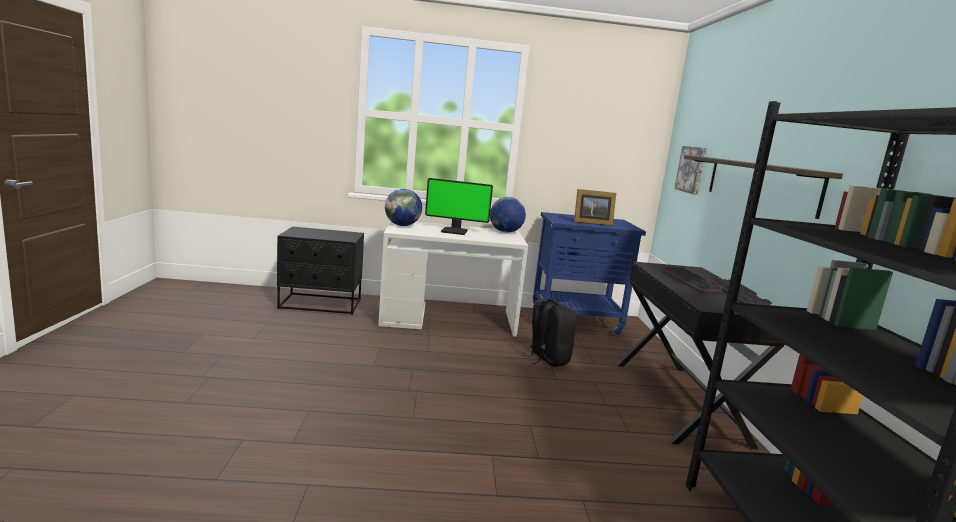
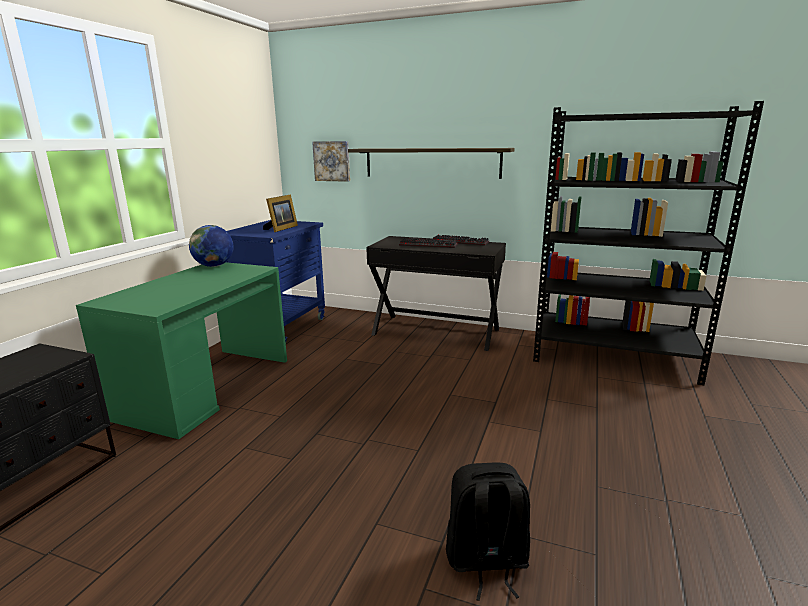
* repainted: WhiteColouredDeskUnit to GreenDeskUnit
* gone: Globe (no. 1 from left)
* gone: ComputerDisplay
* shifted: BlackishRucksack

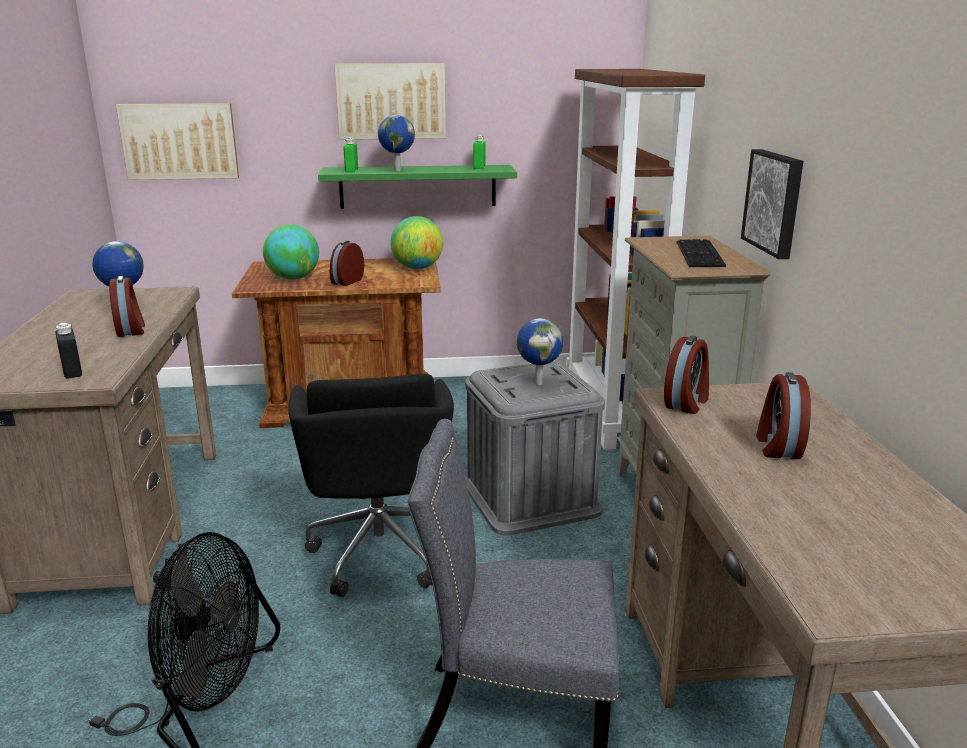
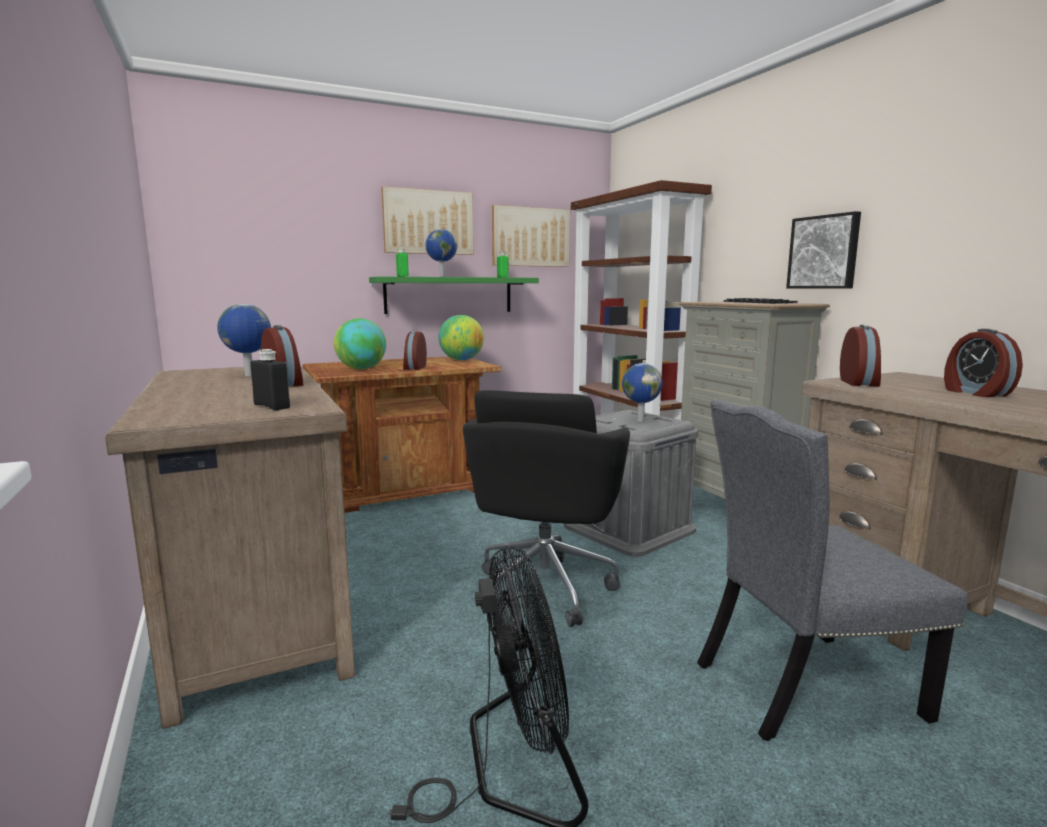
* shifted: WallPicture (no. 1 from left in the first image) to WallPicture (no. 2 from left)
* rotated: BlackishOfficeChair 45 degrees clockwise

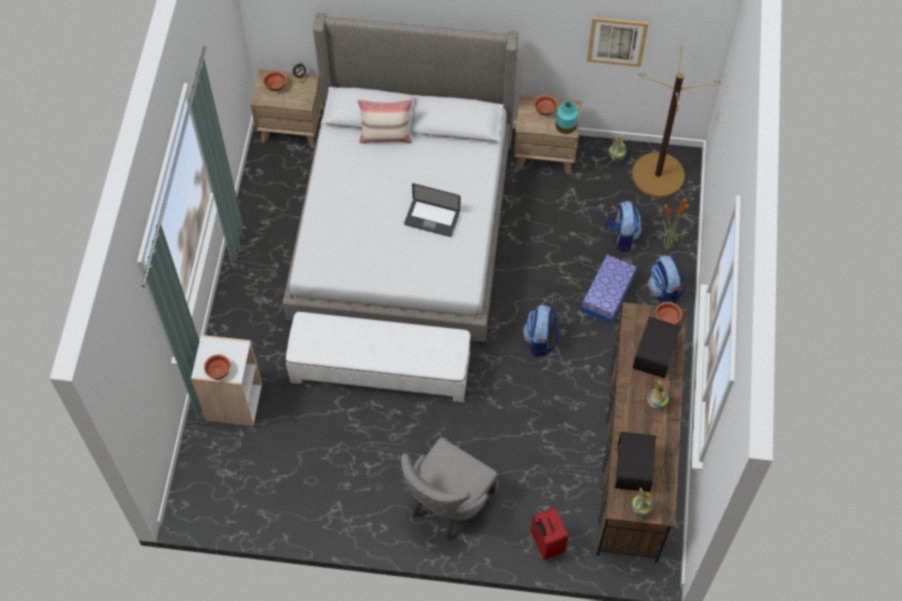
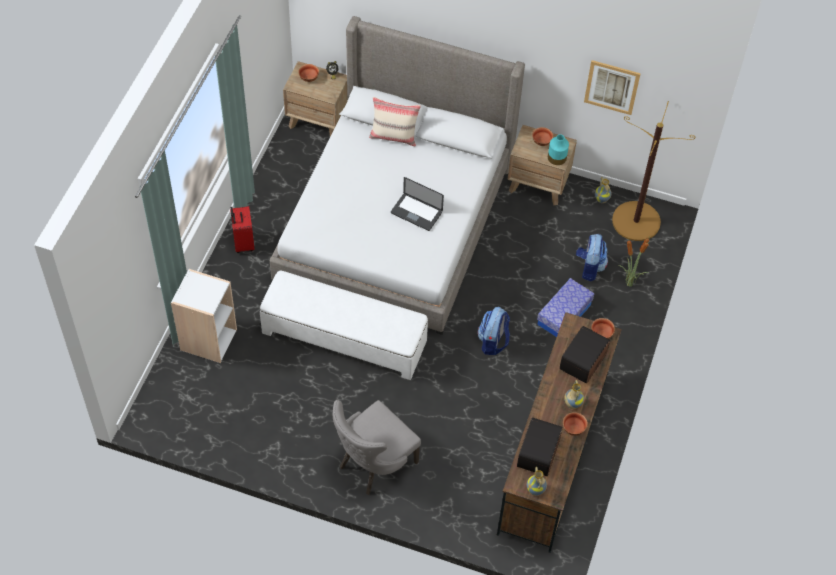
* shifted: ServingBowl (no. 1 from left in the first image) to ServingBowl (no. 3 from left)
* shifted: ReddishTravelCase
* gone: Rucksack (no. 3 from left)

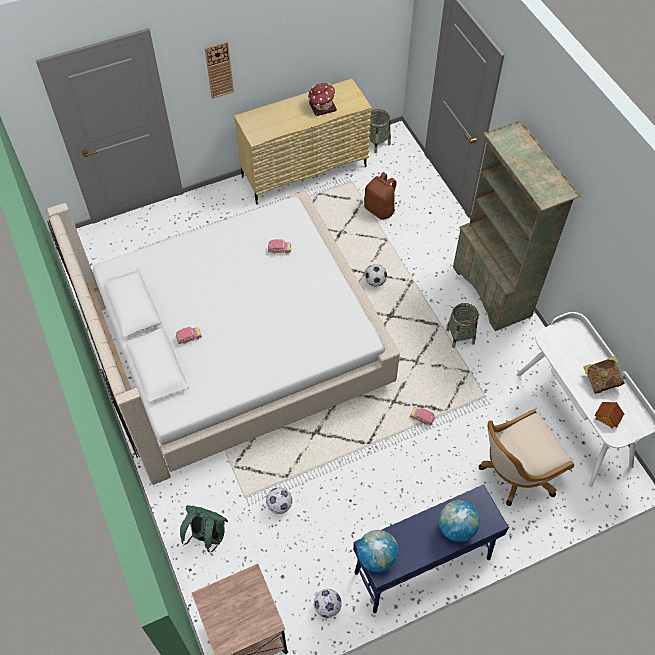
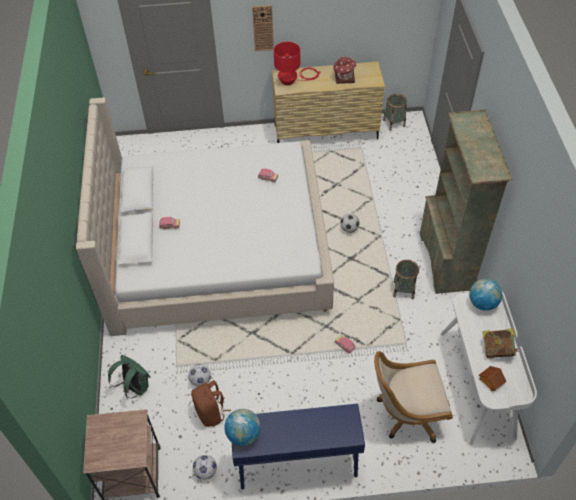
* shifted: BrownishRucksack
* shifted: Globe (no. 2 from left)
* new: ReddishTableLamp

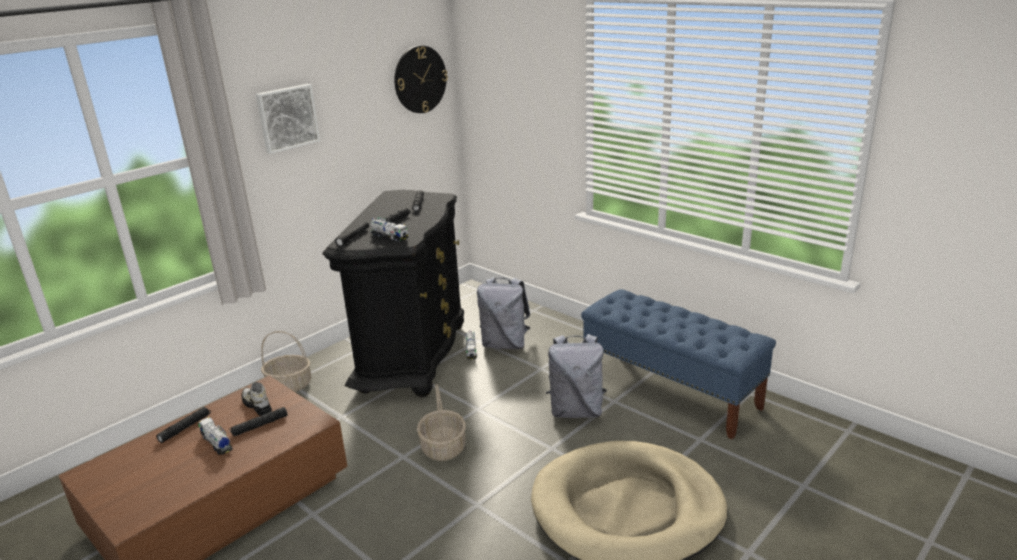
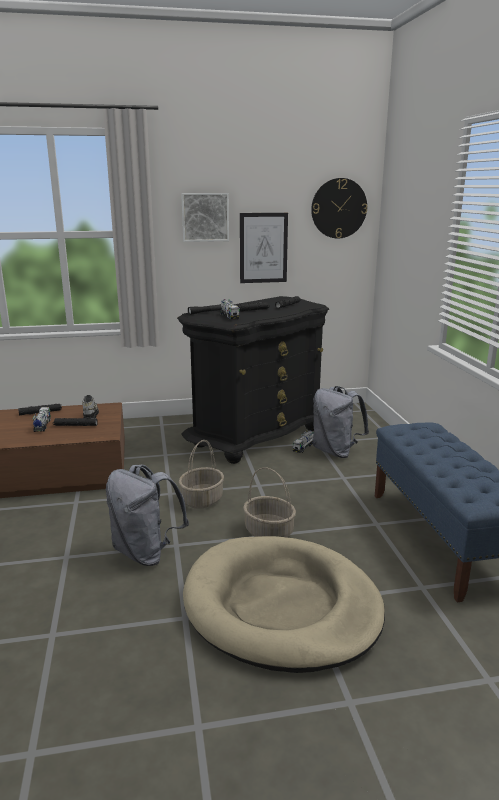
* shifted: Basket (no. 1 from left in the first image) to Basket (no. 2 from left)
* shifted: GreyRucksack (no. 2 from left in the first image) to GreyRucksack (no. 1 from left)
* new: WallPicture (no. 2 from left)

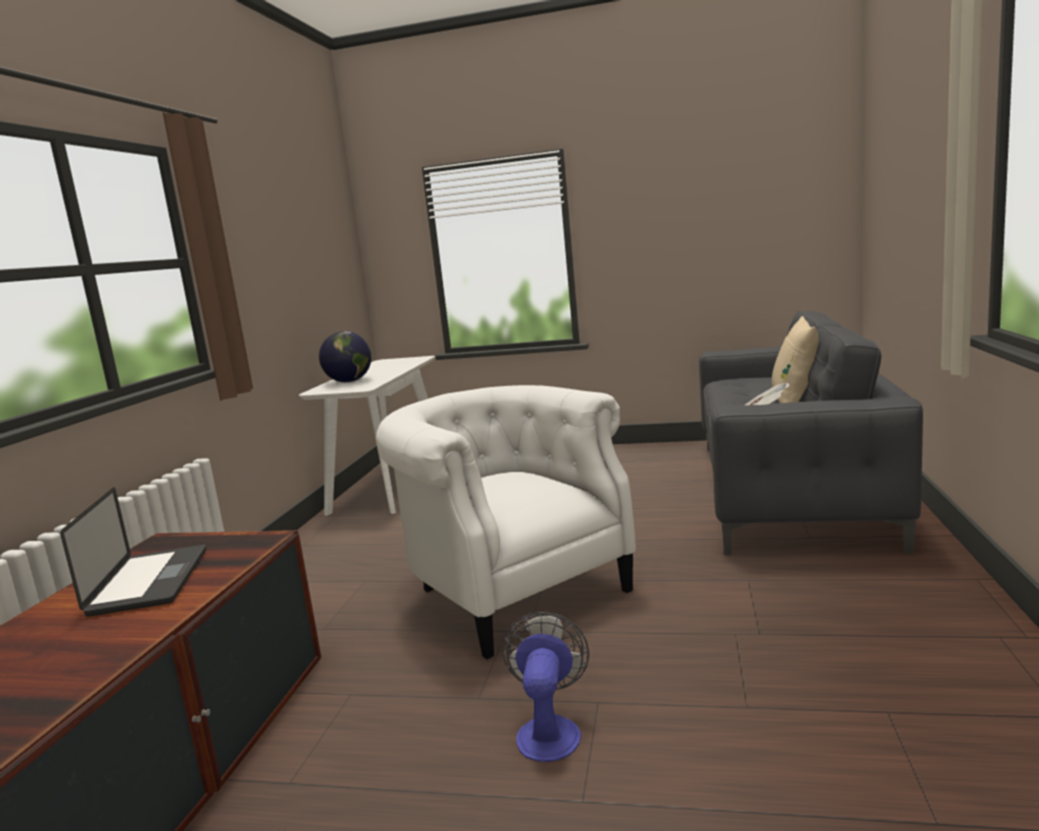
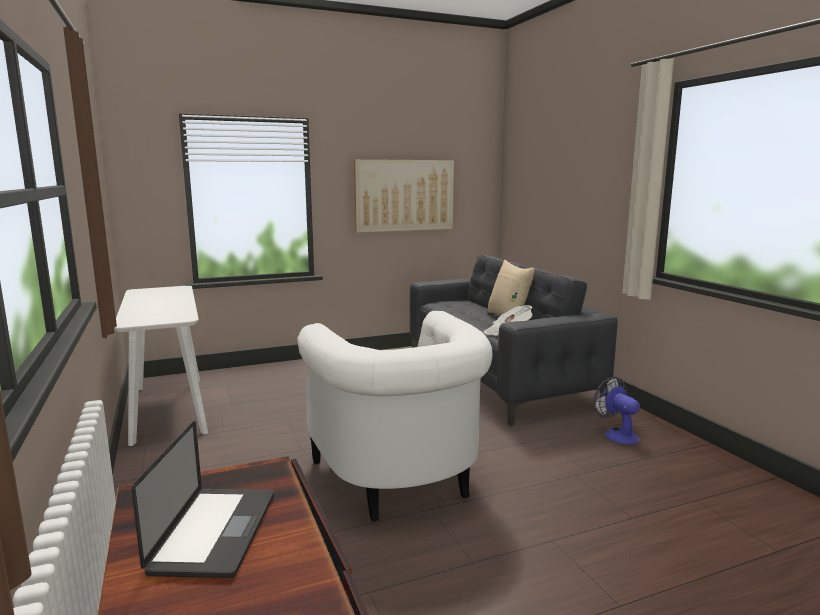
* rotated: Laptop 45 degrees clockwise
* gone: Globe
* rotated: WhiteColouredArmchair 135 degrees counterclockwise
* shifted: CoolingFan
* new: WallPicture

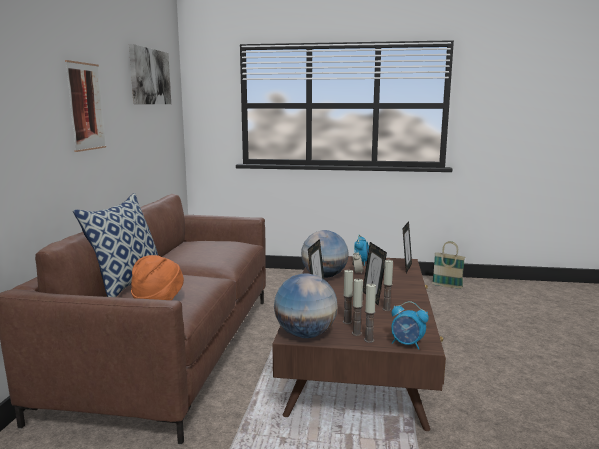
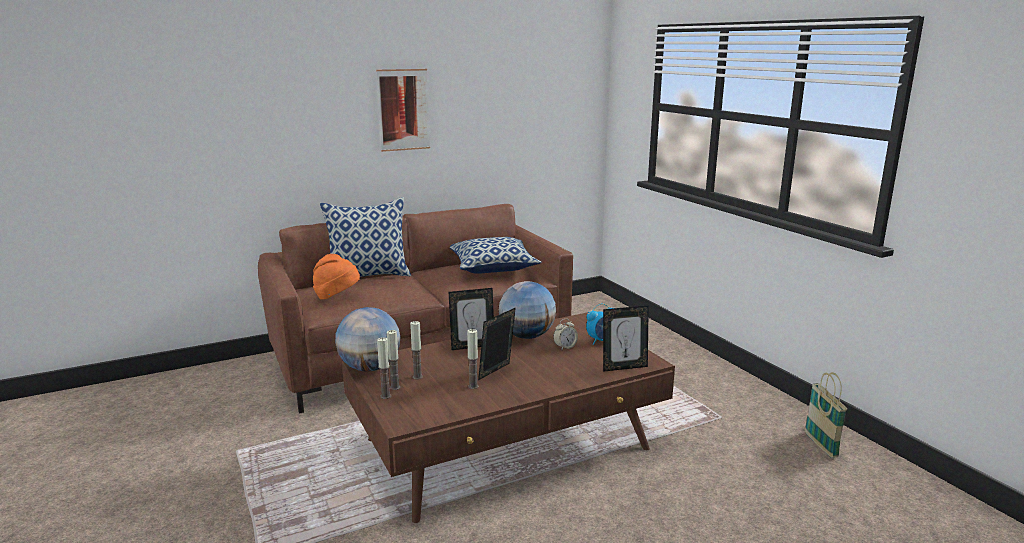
* gone: WallPicture (no. 2 from left)
* gone: TableClock (no. 3 from left)
* new: Cushion (no. 2 from left)

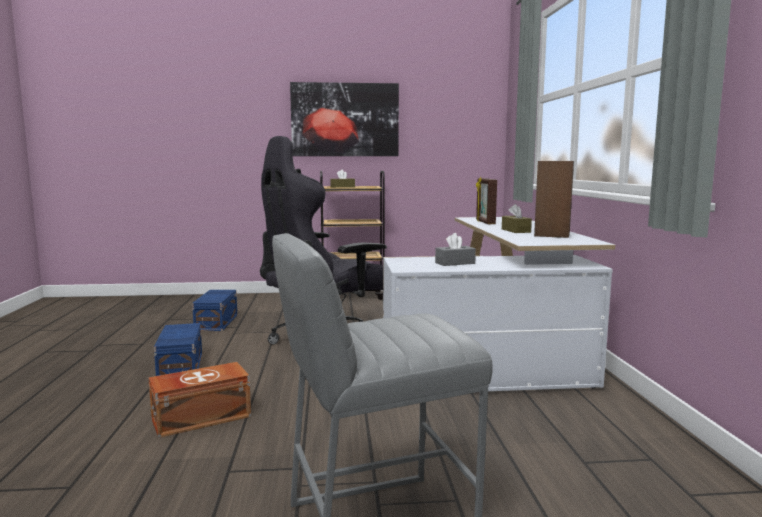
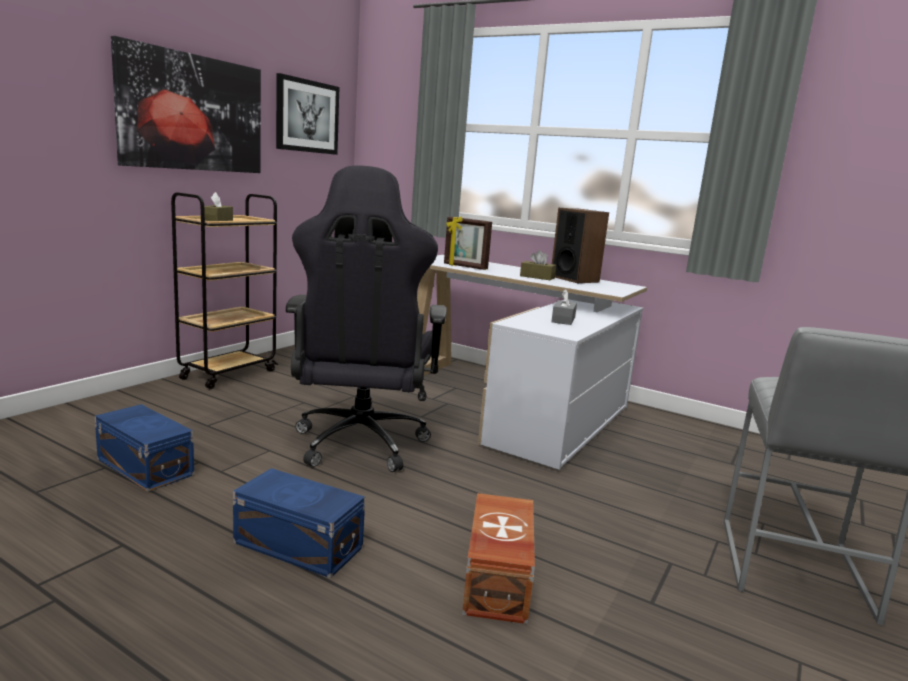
* new: WallPicture (no. 2 from left)

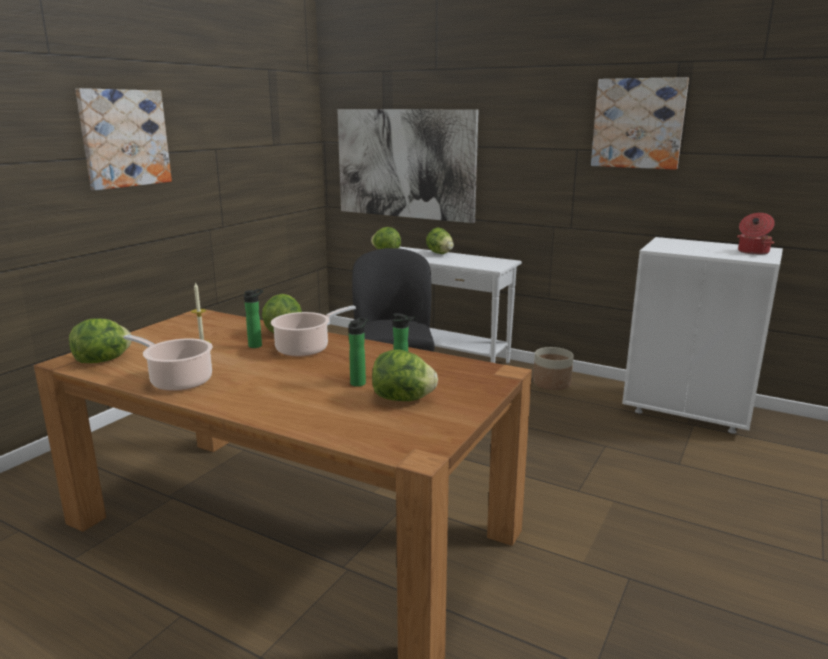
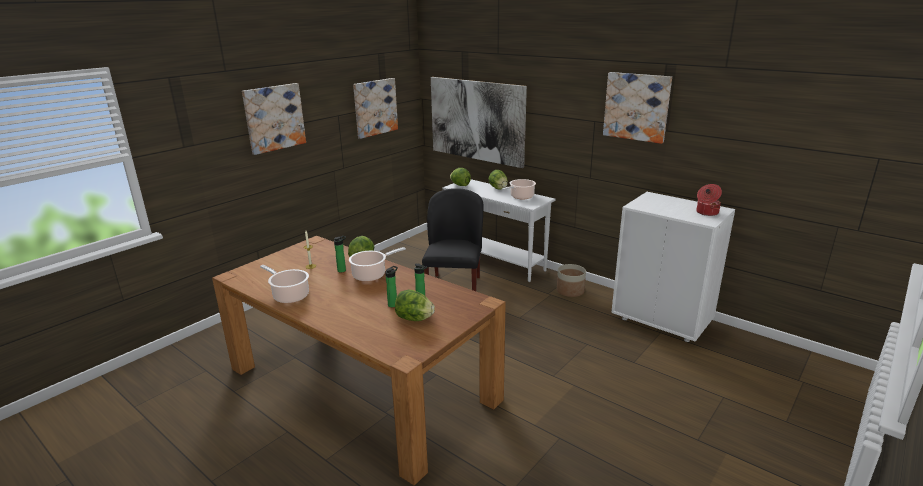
* gone: LettuceHead (no. 1 from left)
* new: WallPicture (no. 2 from left)
* new: Stockpot (no. 3 from left)

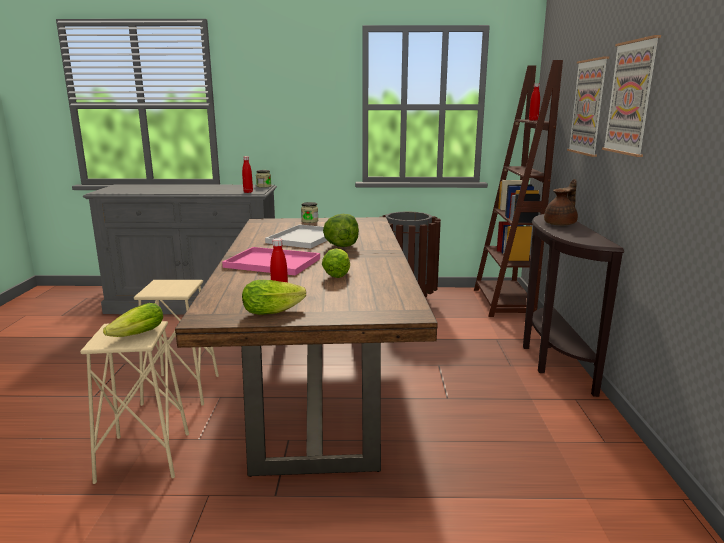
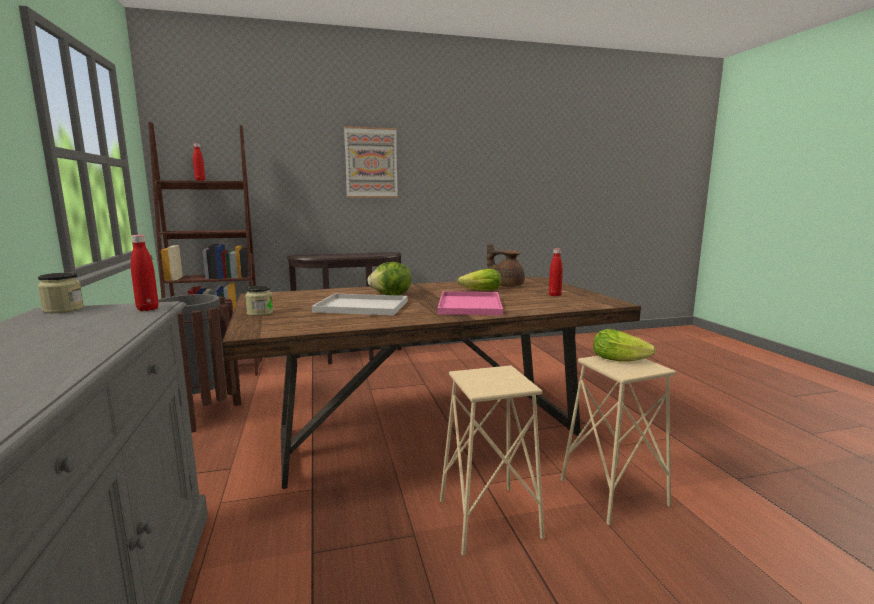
* gone: LettuceHead (no. 2 from left)
* shifted: BrownishPotForTea
* gone: WallPicture (no. 1 from left)

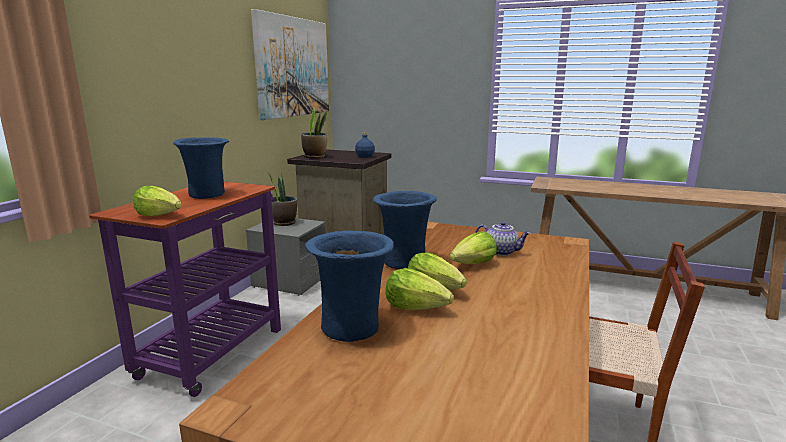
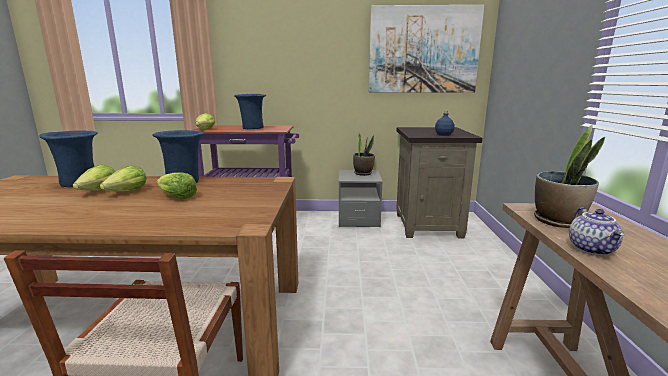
* shifted: PottedPlant (no. 2 from left)
* shifted: PotForTea

